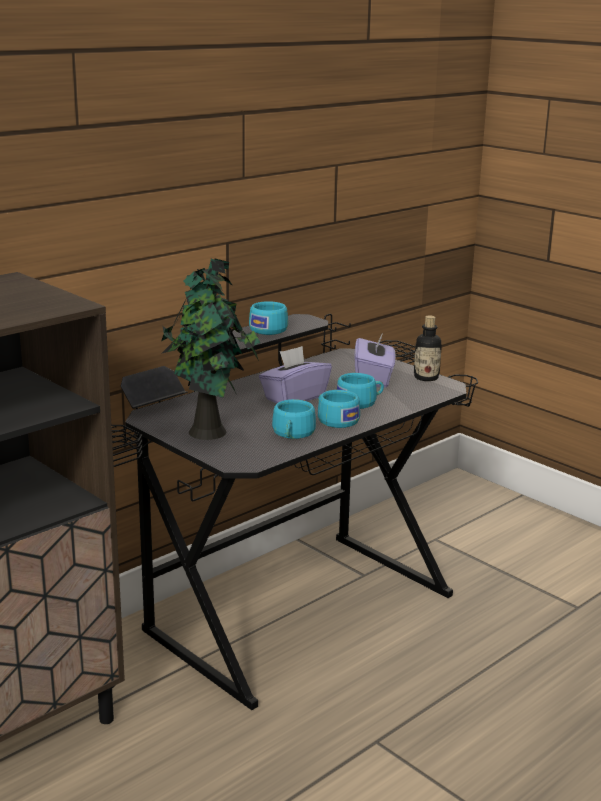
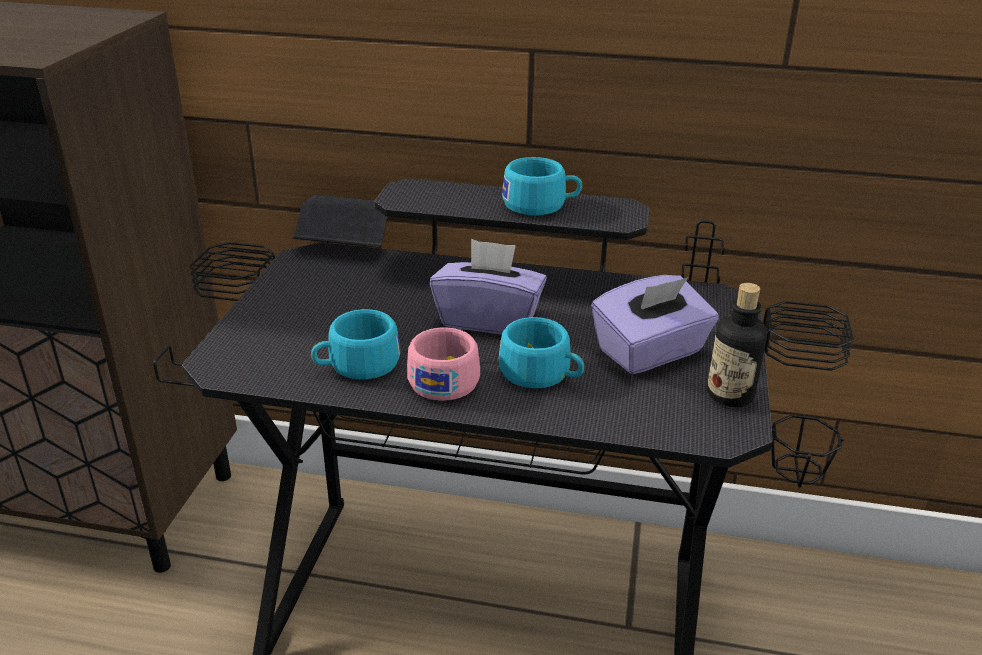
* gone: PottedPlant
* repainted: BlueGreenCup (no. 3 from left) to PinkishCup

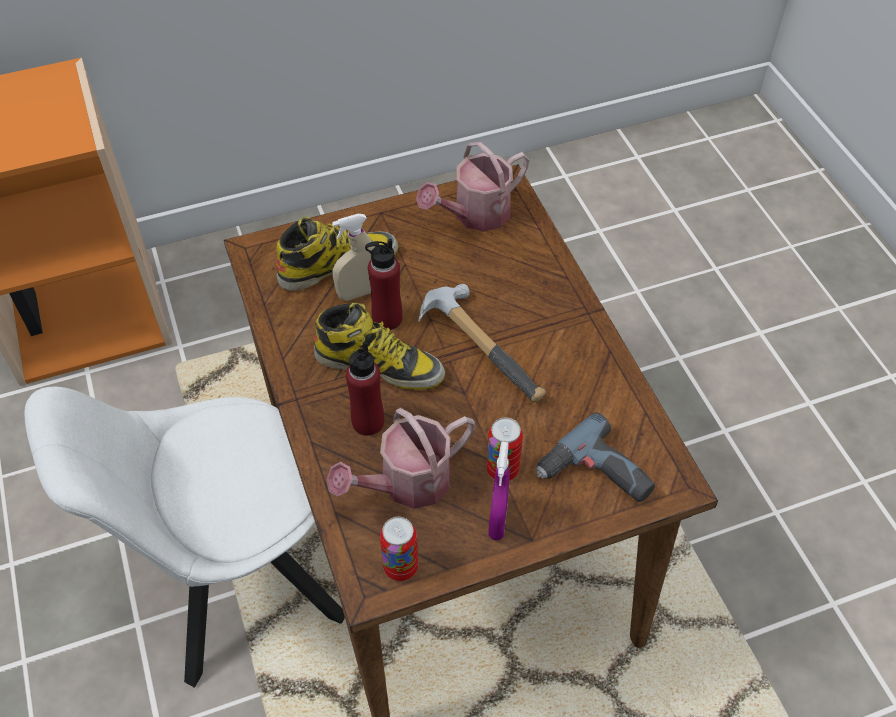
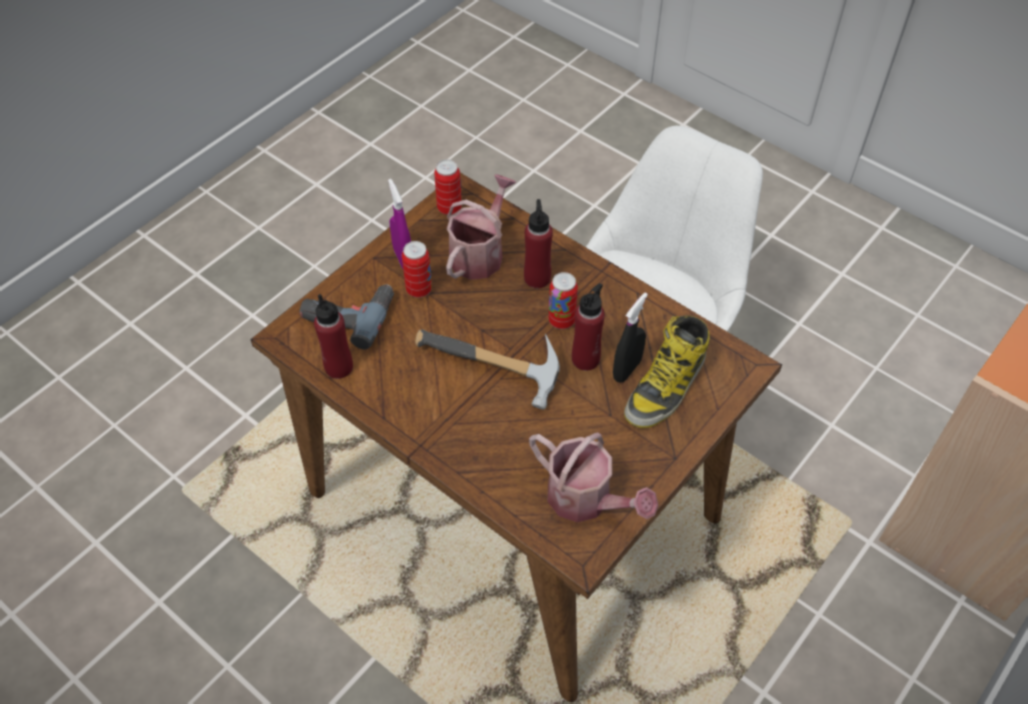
* swapped: Boot (no. 2 from left) to Can (no. 3 from left)
* repainted: SandColouredSprayBottle to BlackishSprayBottle
* rotated: WateringCan (no. 2 from left) 105 degrees clockwise
* new: ReddishDrinkBottle (no. 1 from left)

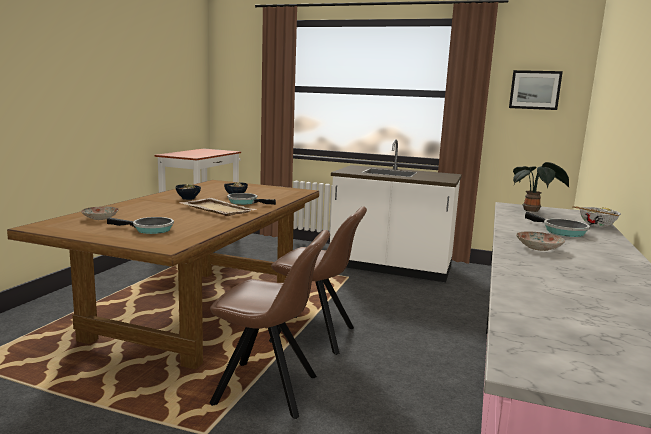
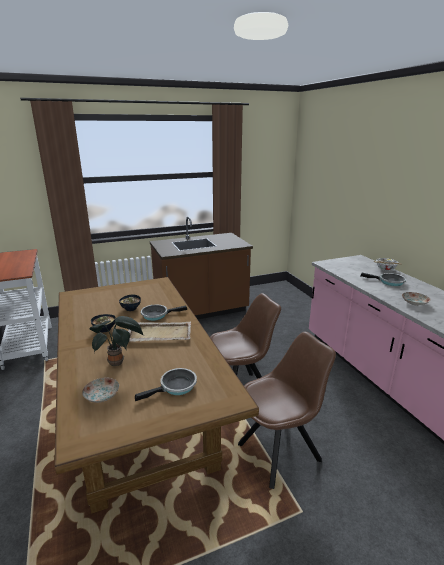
* repainted: WhiteColouredKitchenCounter to BrownishKitchenCounter
* gone: WallPicture
* shifted: PottedPlant

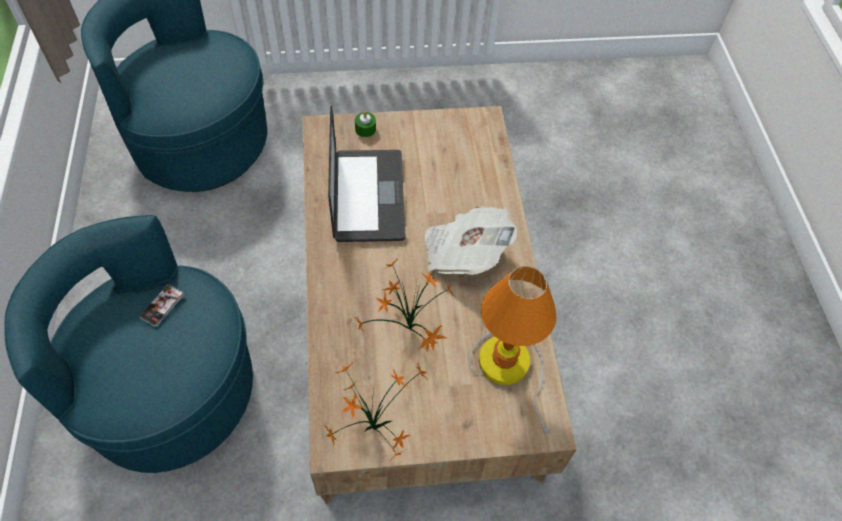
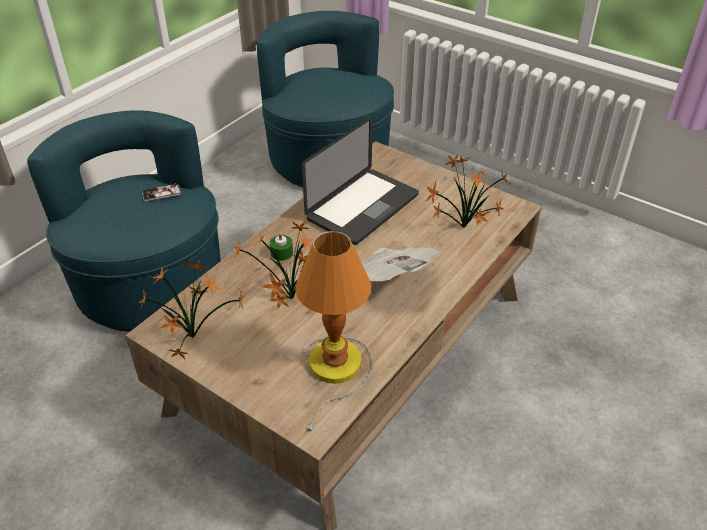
* shifted: GreenCandle
* new: PottedPlant (no. 3 from left)

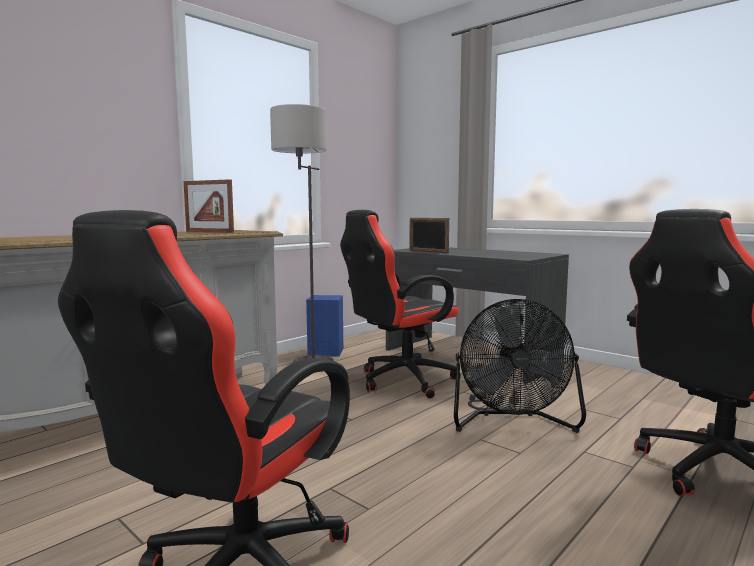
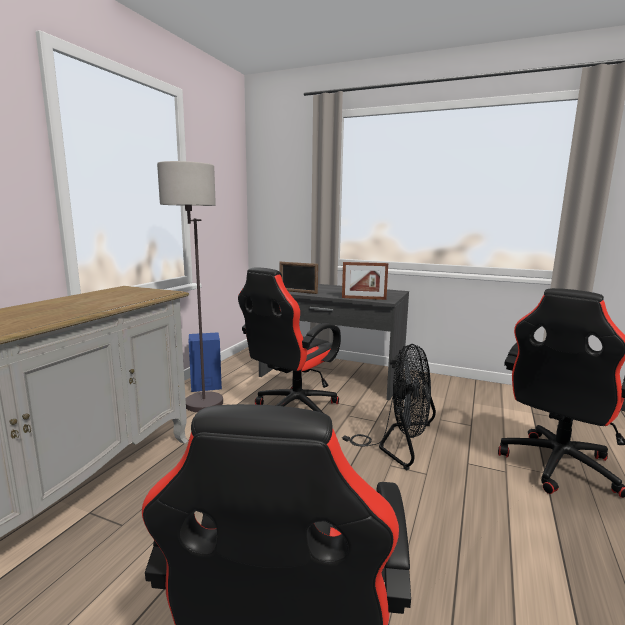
* shifted: PhotoFrame (no. 1 from left in the first image) to PhotoFrame (no. 2 from left)
* rotated: BlackishCoolingFan 45 degrees counterclockwise

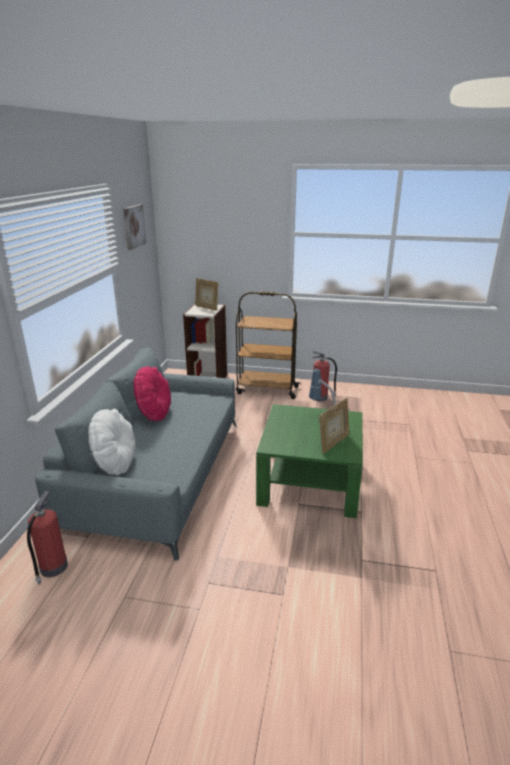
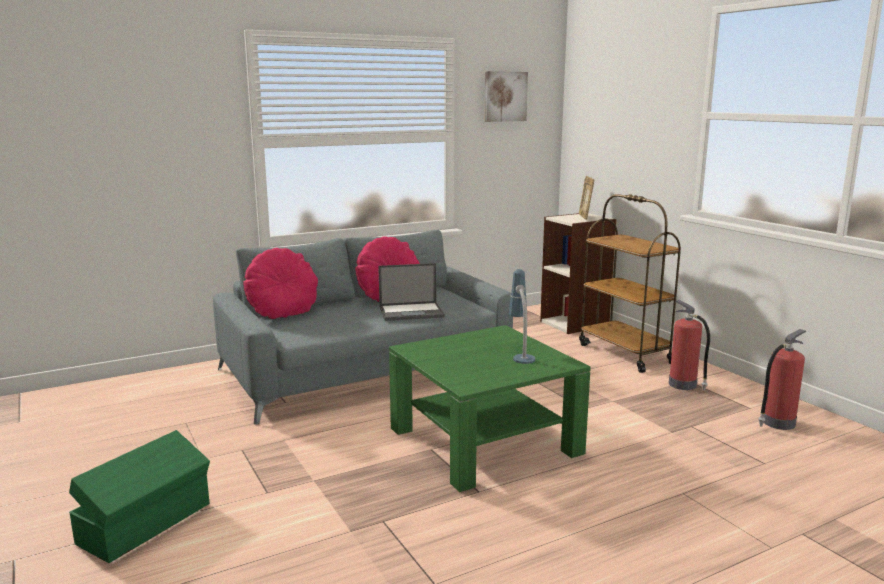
* shifted: FireFightingCylinder (no. 1 from left in the first image) to FireFightingCylinder (no. 2 from left)
* repainted: WhiteColouredCushion to PinkishCushion (no. 1 from left)
* gone: PhotoFrame (no. 2 from left)
* new: GreenStorageContainer
* new: Laptop

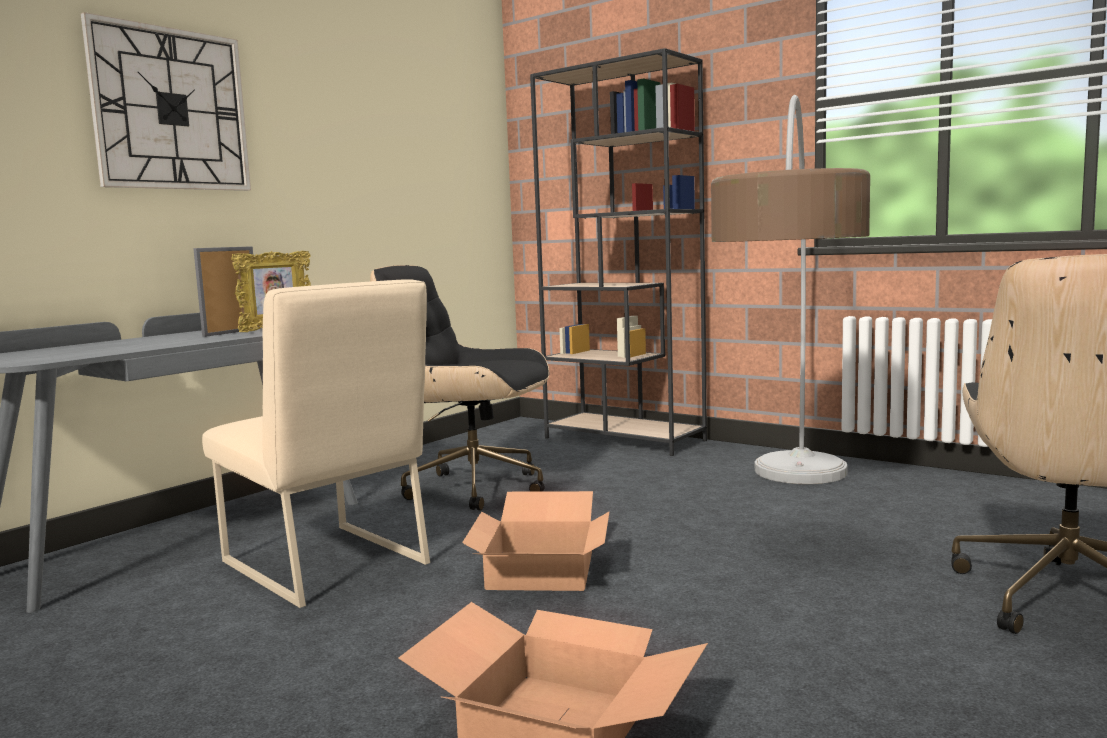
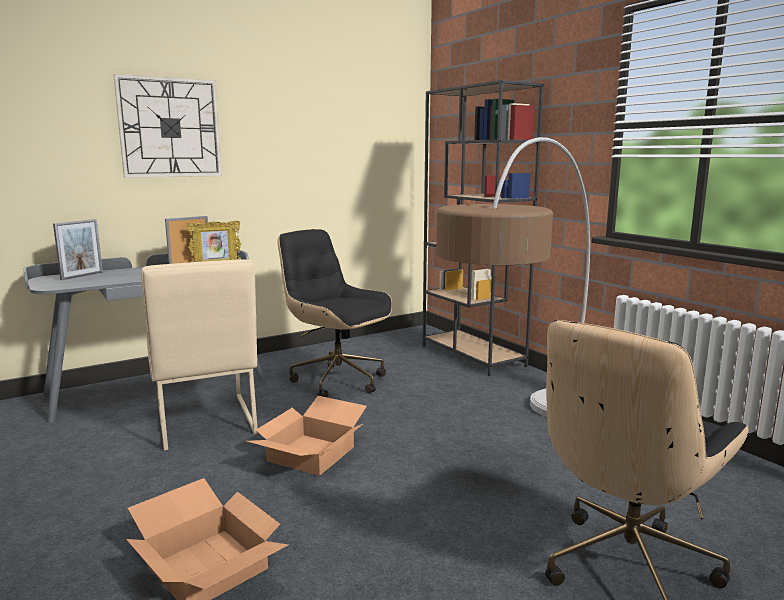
* new: PhotoFrame (no. 1 from left)

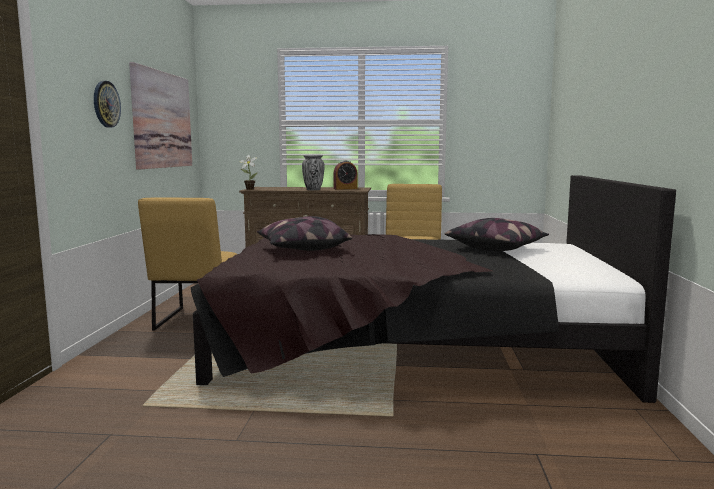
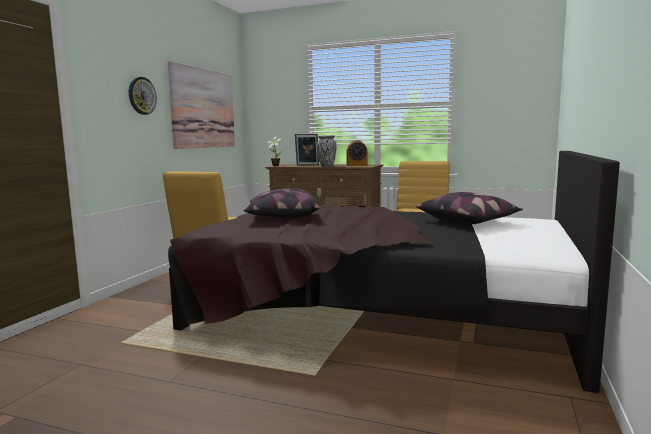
* new: PhotoFrame

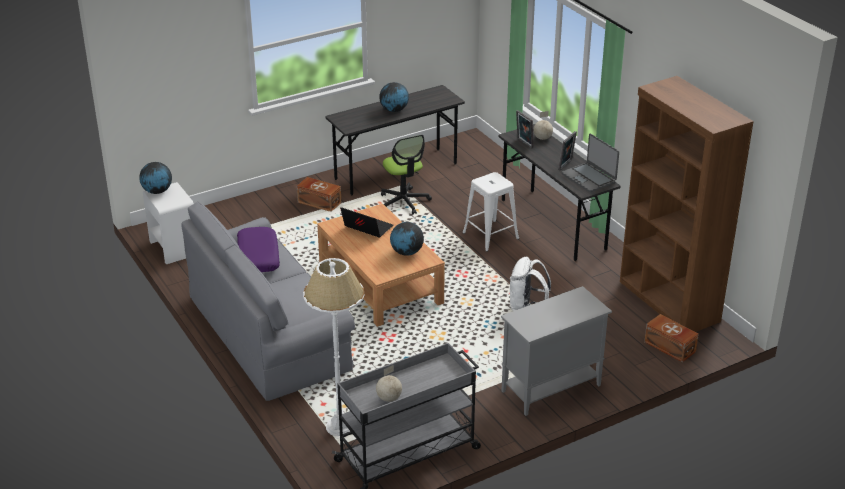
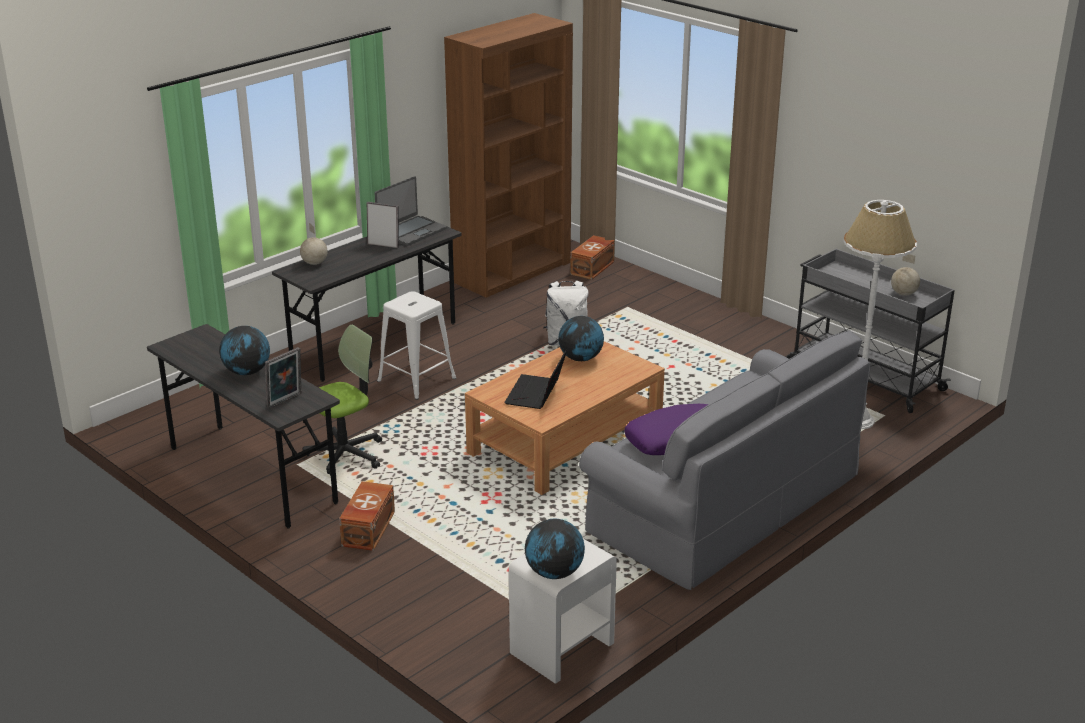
* gone: GreyStorageCabinet
* shifted: PhotoFrame (no. 1 from left)

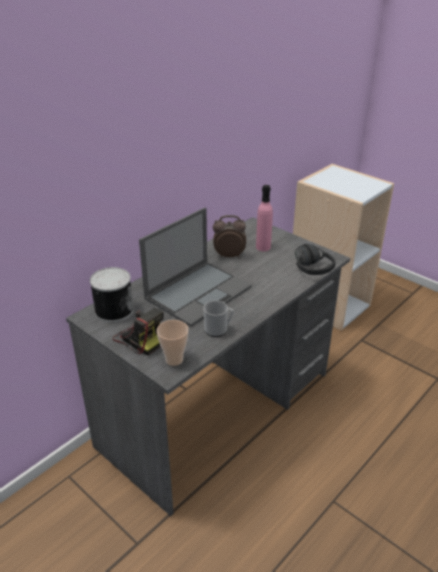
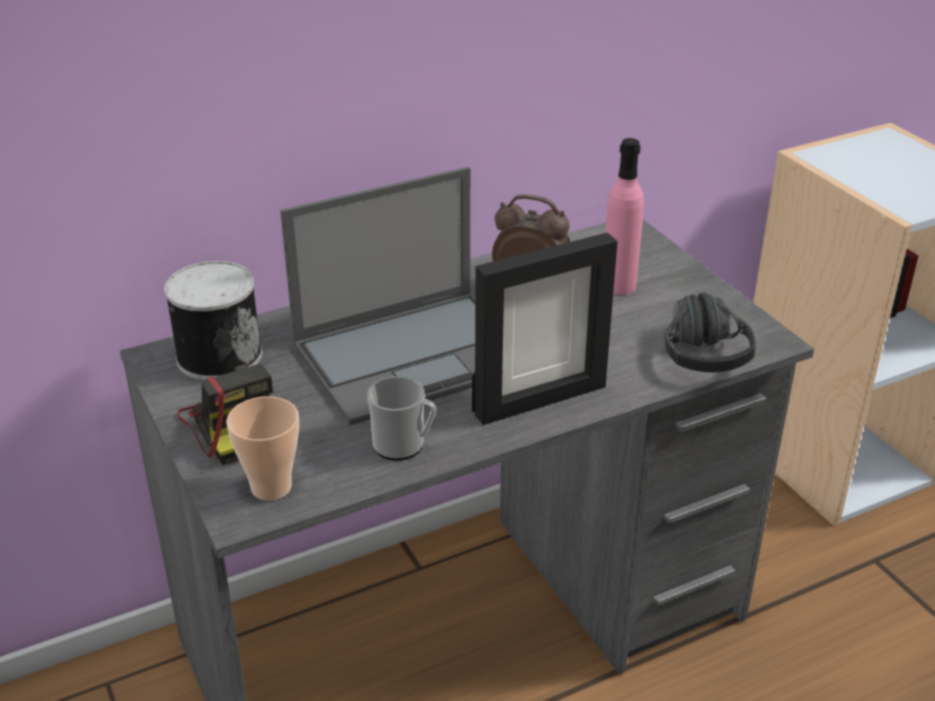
* new: PhotoFrame

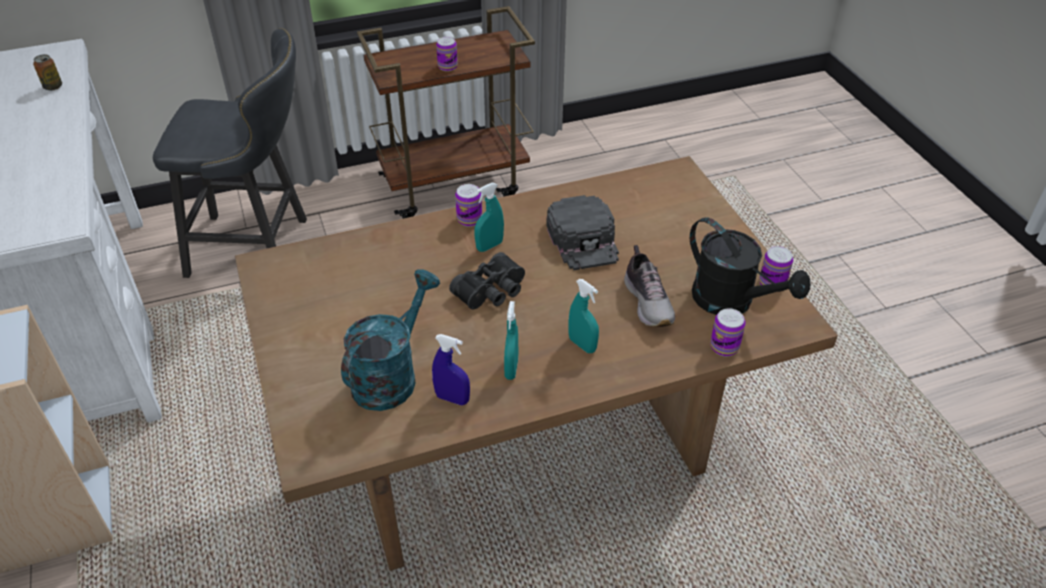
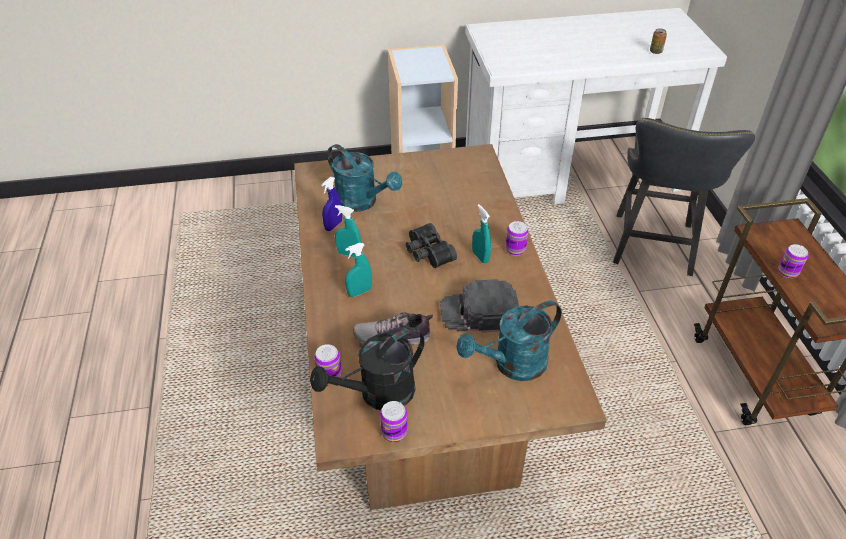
* new: BlueGreenWateringCan (no. 2 from left)

